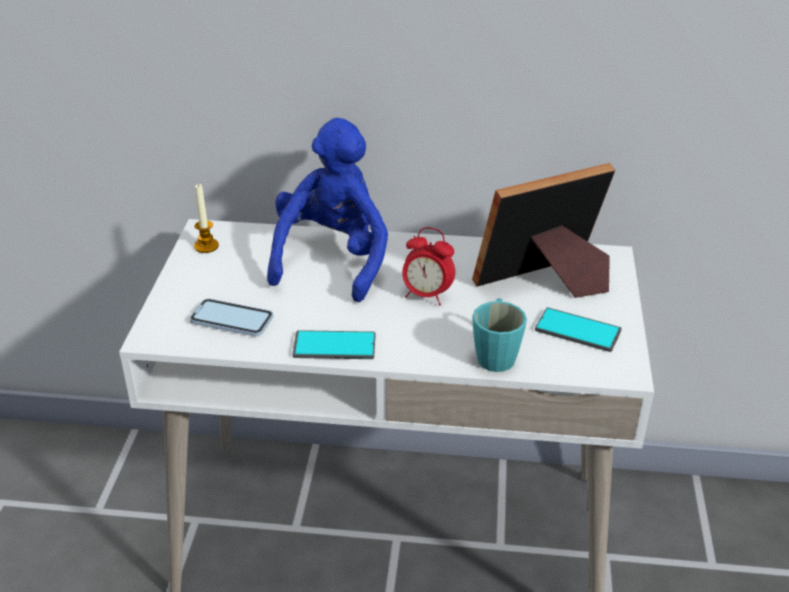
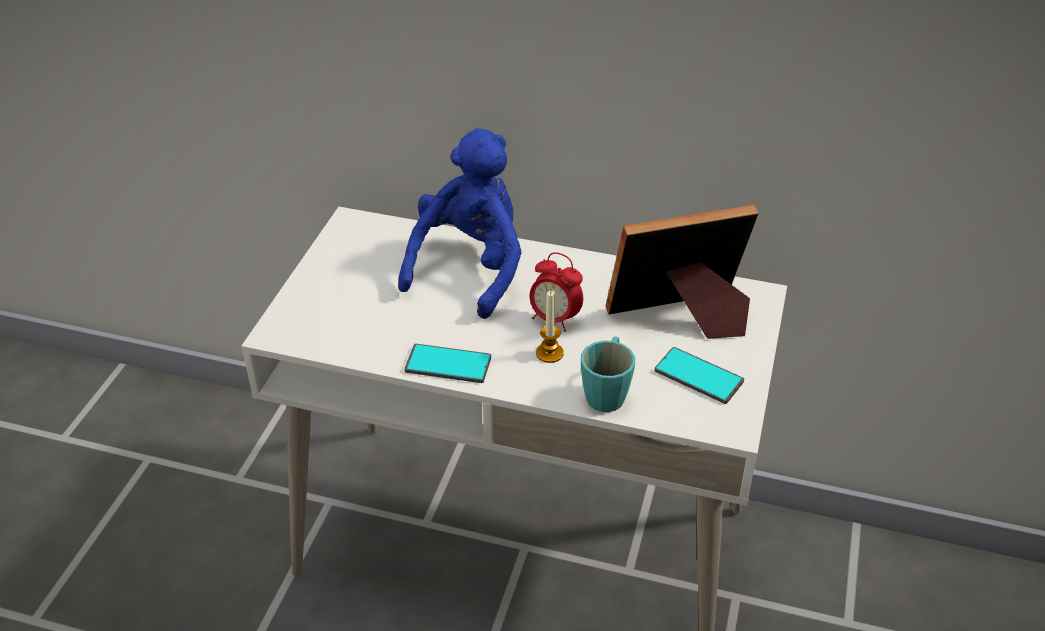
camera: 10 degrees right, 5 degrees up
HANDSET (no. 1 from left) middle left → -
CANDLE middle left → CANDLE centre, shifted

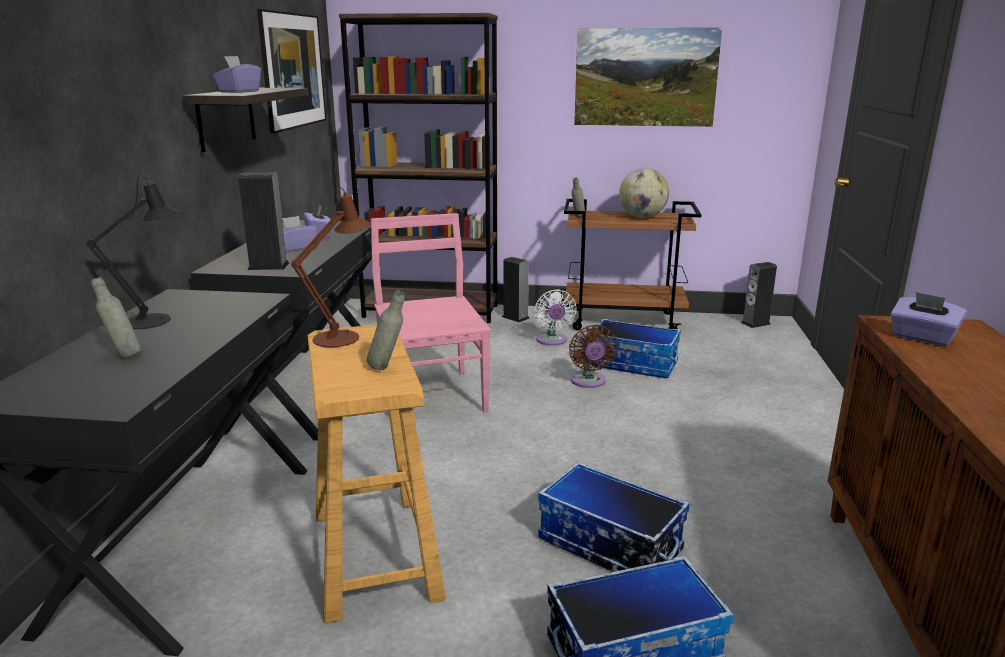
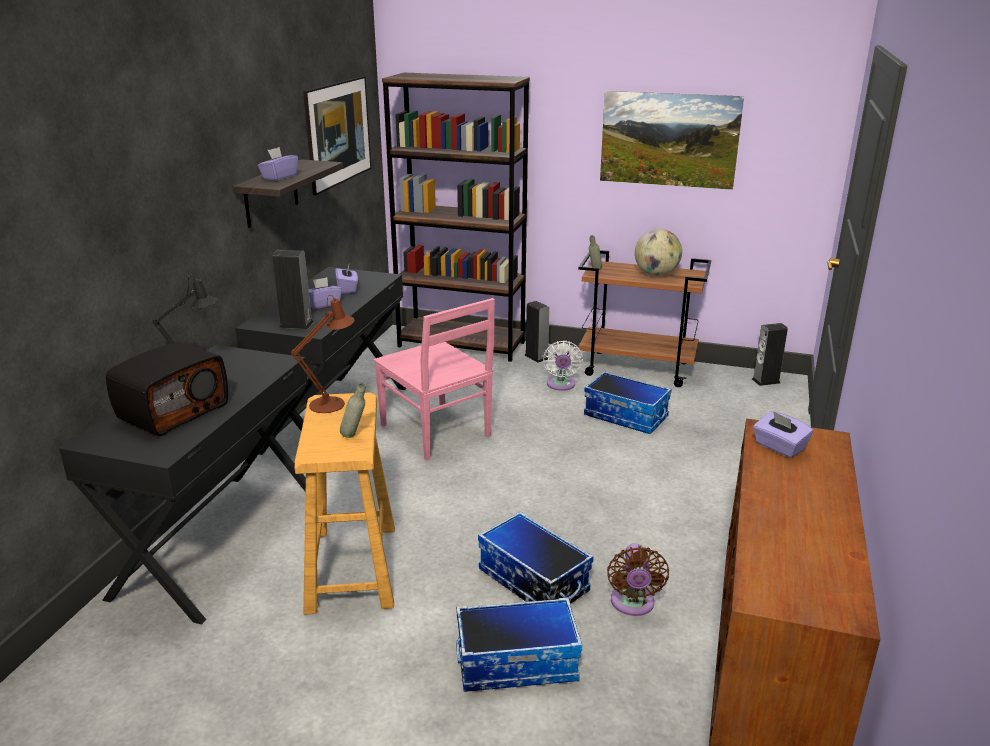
camera: 10 degrees right, 5 degrees up
GRAY DRINK BOTTLE (no. 1 from left) middle left → RADIO RECEIVER middle left
PINK PLAIN CHAIR centre, 150 degrees clockwise
BROWNISH COOLING FAN centre → BROWNISH COOLING FAN bottom centre, shifted

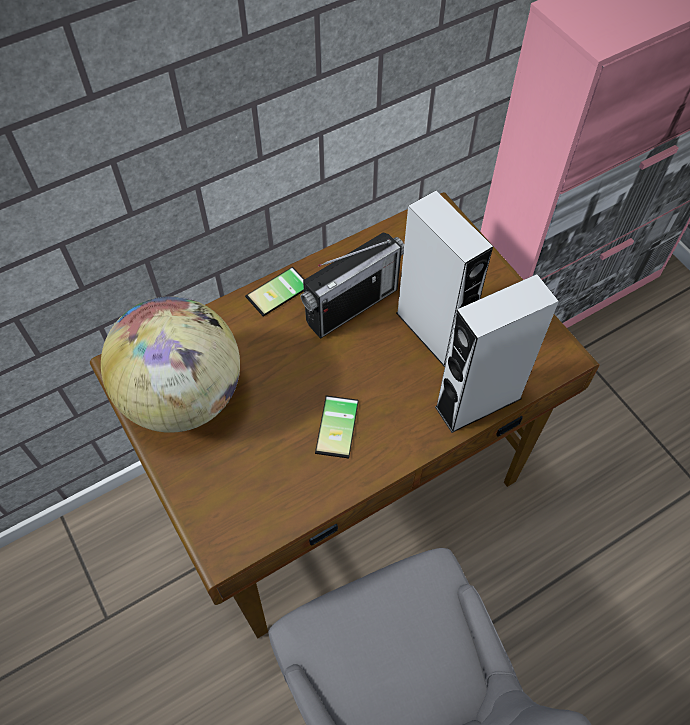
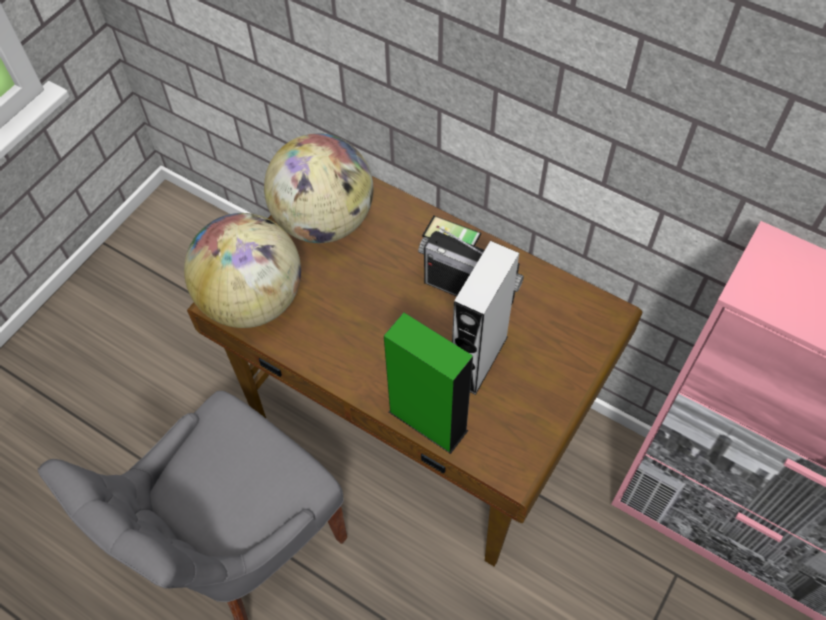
camera: 65 degrees right, 0 degrees up
HANDSET (no. 2 from left) centre → -
GRAY AUDIO SPEAKER (no. 2 from left) middle right → GREEN AUDIO SPEAKER centre
- → DESK GLOBE (no. 1 from left) middle left

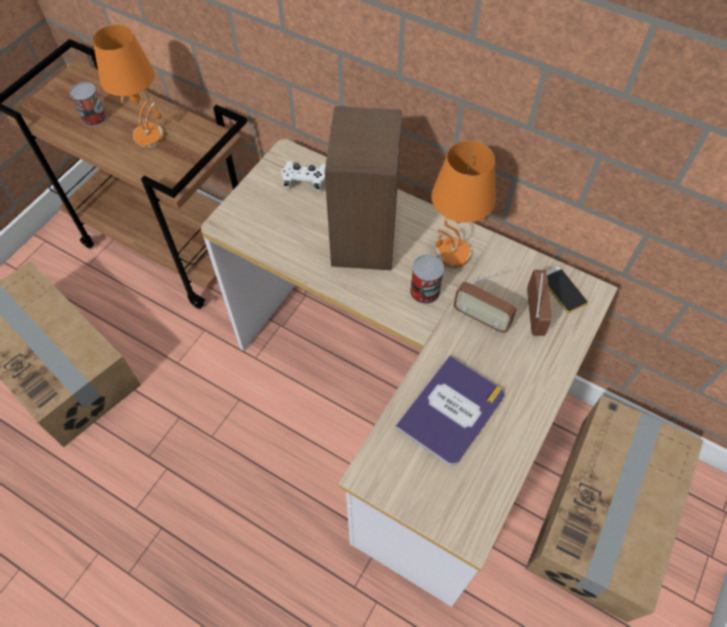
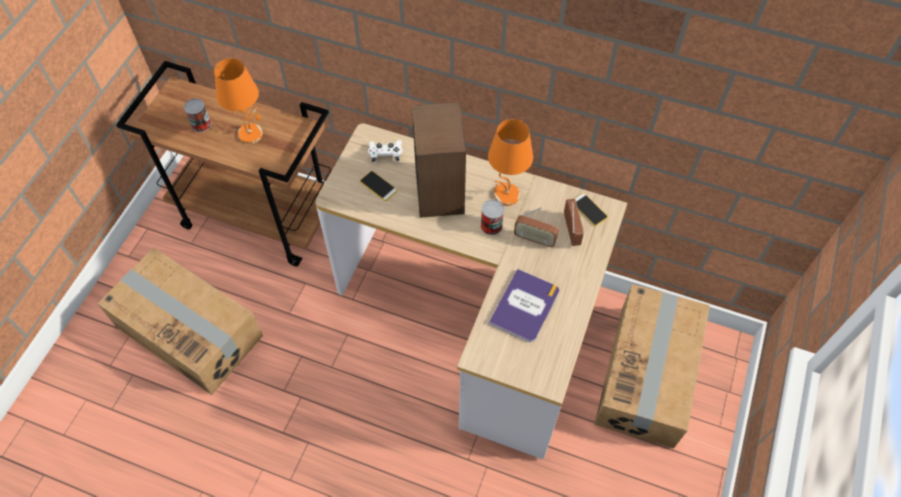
camera: 10 degrees left, 0 degrees up
- → HANDSET (no. 1 from left) centre

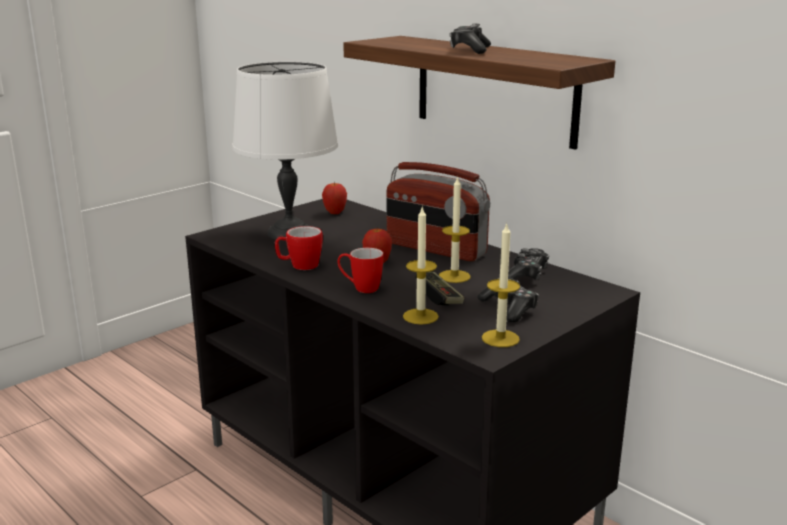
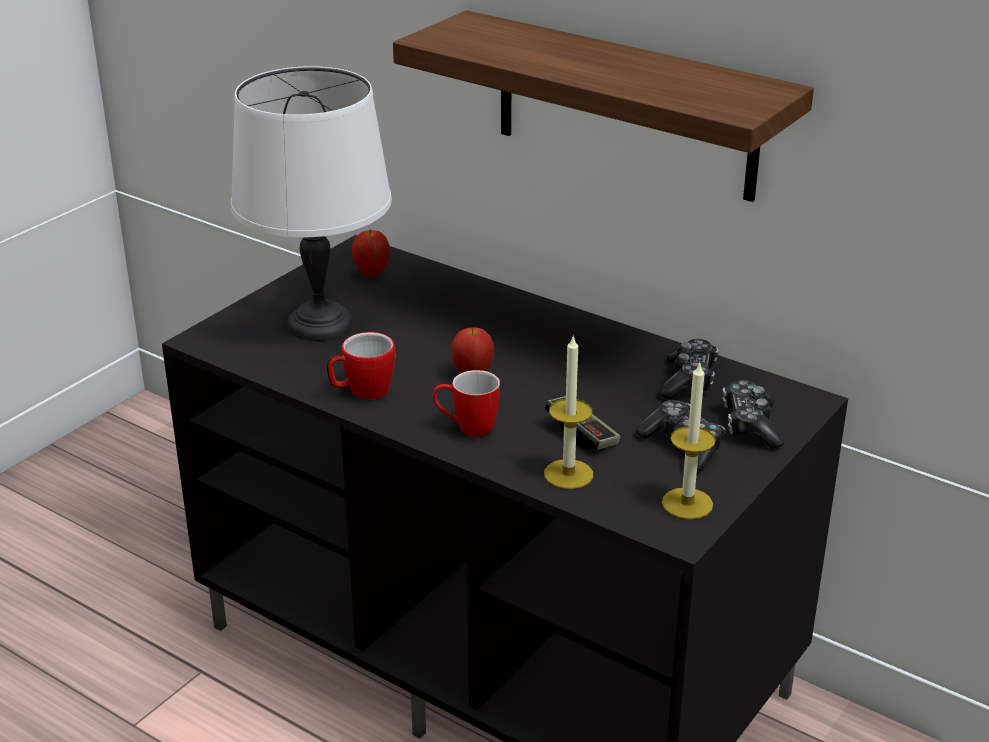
camera: 10 degrees left, 10 degrees up
RADIO RECEIVER centre → -
CANDLE (no. 2 from left) centre → -
GAME CONTROLLER (no. 2 from left in the first image) top centre → GAME CONTROLLER (no. 4 from left) middle right, shifted

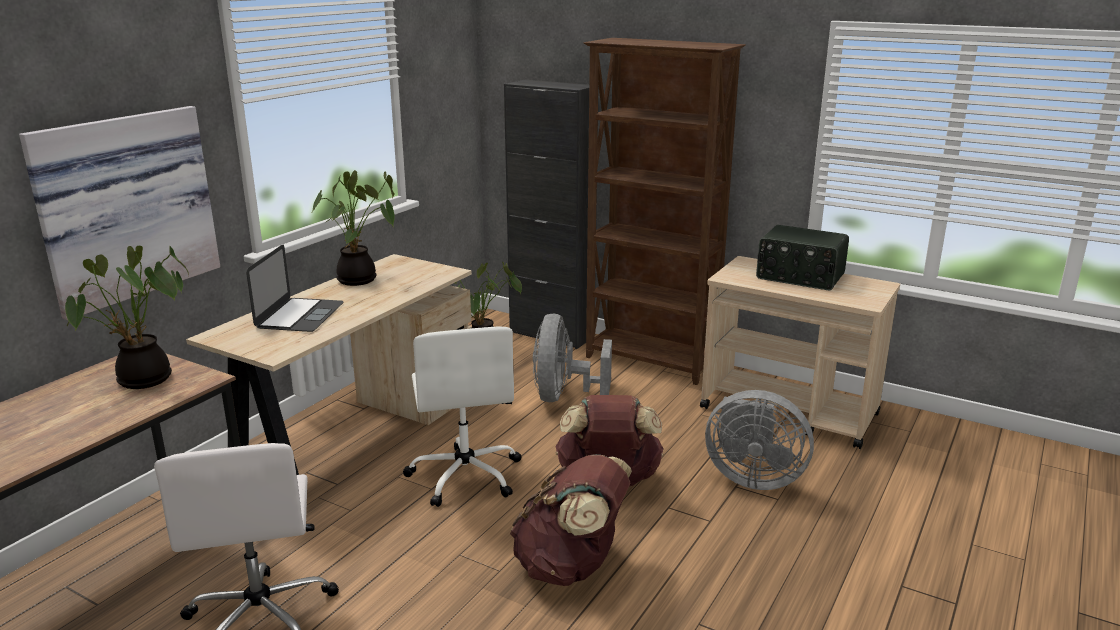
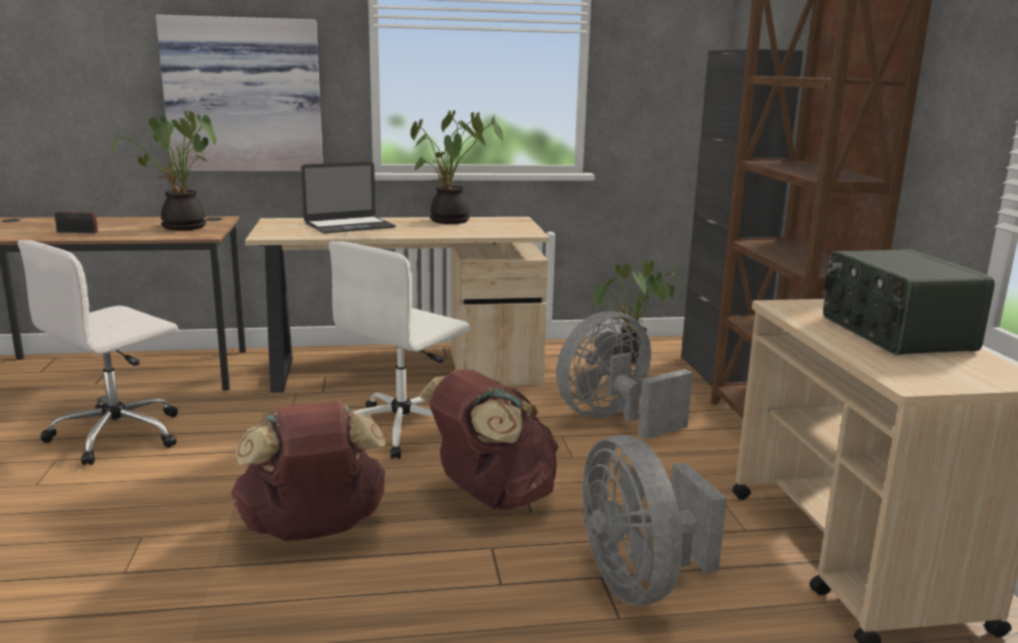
camera: 50 degrees right, 5 degrees down
- → RADIO RECEIVER (no. 1 from left) middle left

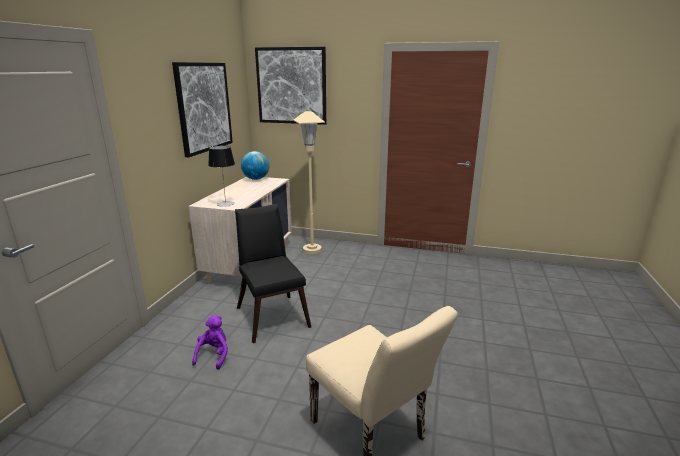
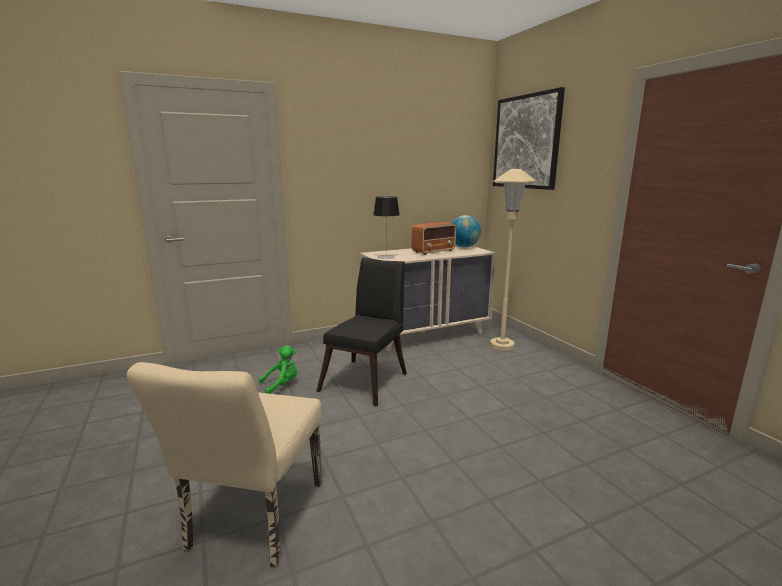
camera: 50 degrees right, 5 degrees down
WALL PICTURE (no. 1 from left) top left → -
PURPLISH CUDDLY TOY bottom left → GREEN CUDDLY TOY centre
- → RADIO RECEIVER centre

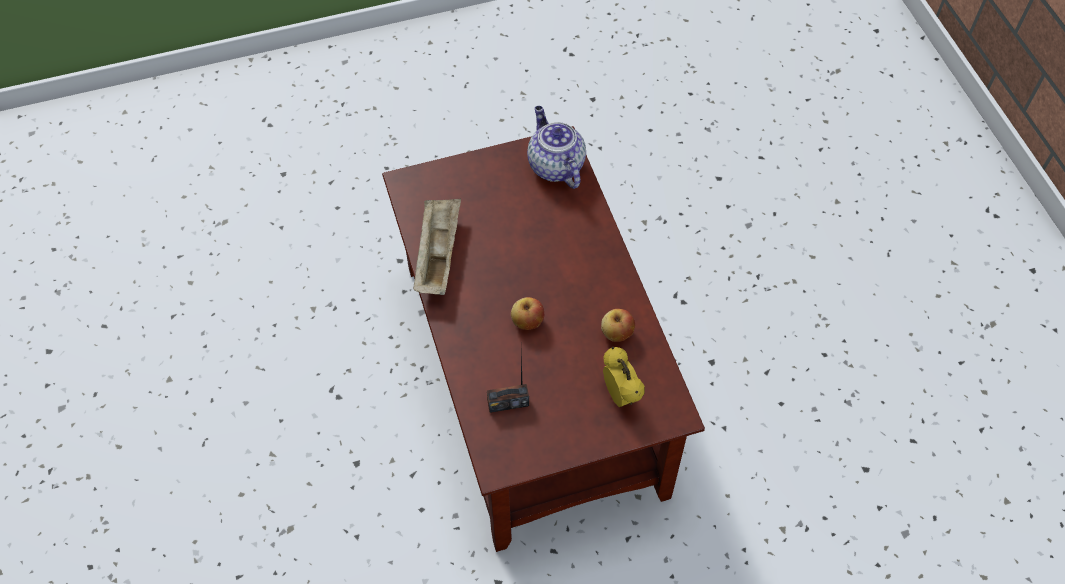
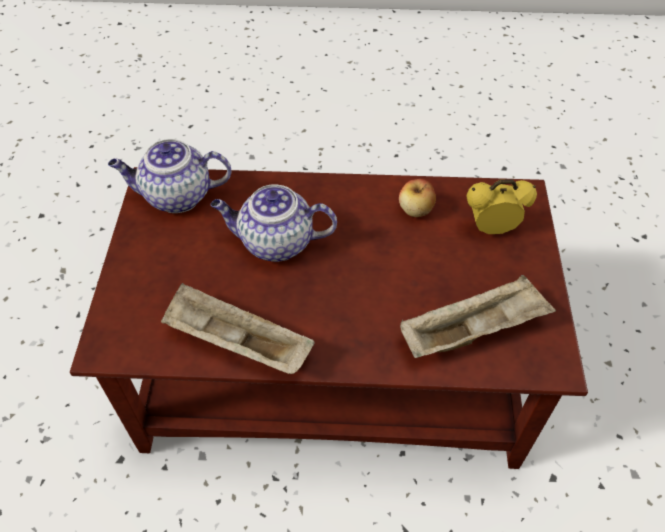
camera: 70 degrees left, 5 degrees down
RADIO RECEIVER centre → SAND-COLOURED CARRYING TRAY (no. 2 from left) middle right
WHOLE APPLE (no. 1 from left) centre → -
- → TEAPOT (no. 2 from left) centre

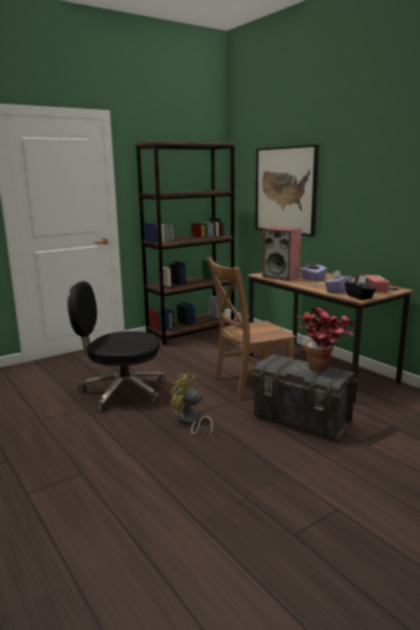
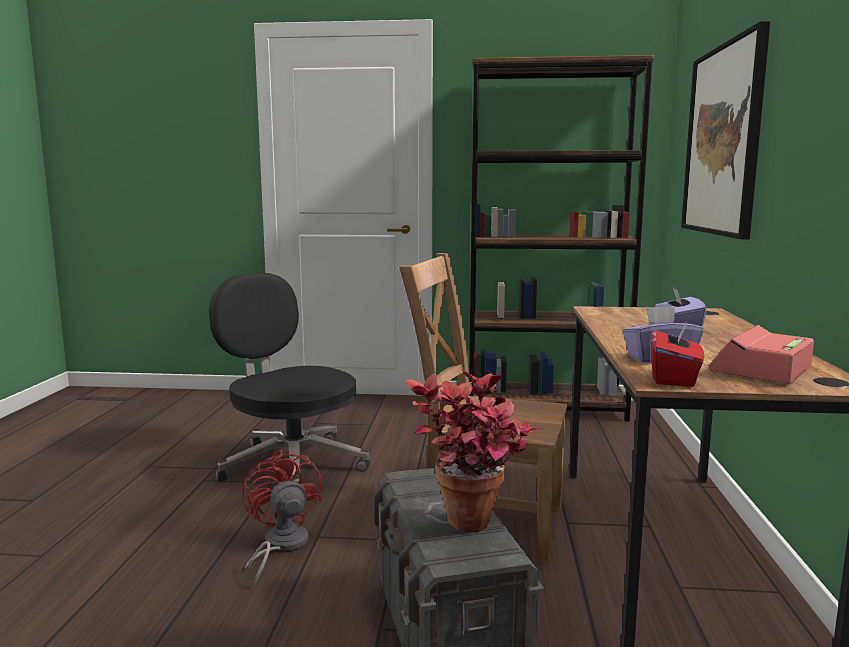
camera: 40 degrees right, 5 degrees down
YELLOWISH COOLING FAN centre → RED COOLING FAN bottom left
AUDIO SPEAKER middle right → -
BLACK BOX OF TISSUES middle right → RED BOX OF TISSUES middle right

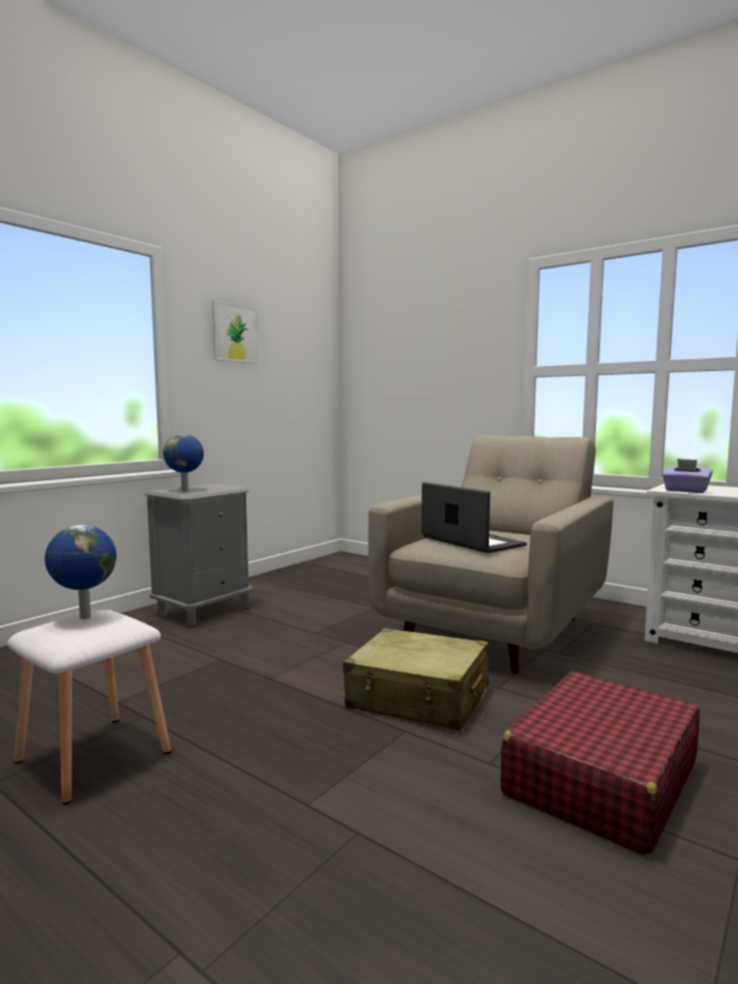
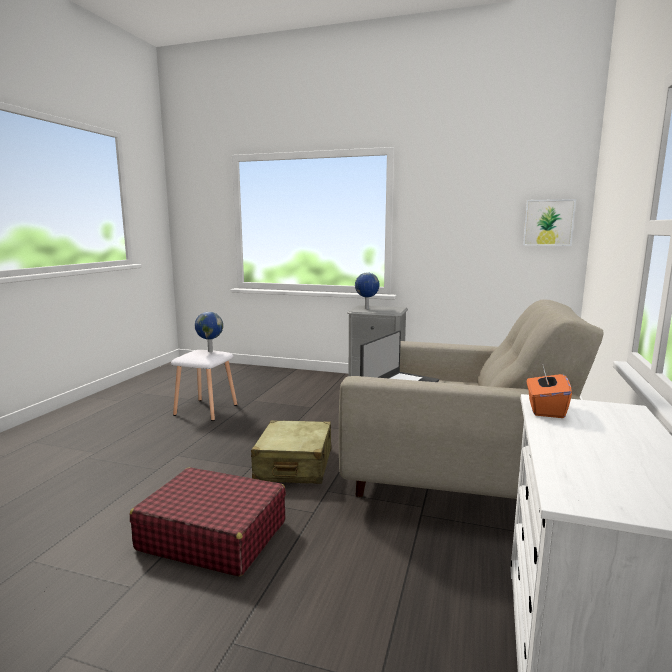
camera: 70 degrees right, 5 degrees up
WALL PICTURE middle left → WALL PICTURE top right, shifted
PURPLISH BOX OF TISSUES middle right → ORANGE-COLOURED BOX OF TISSUES middle right

